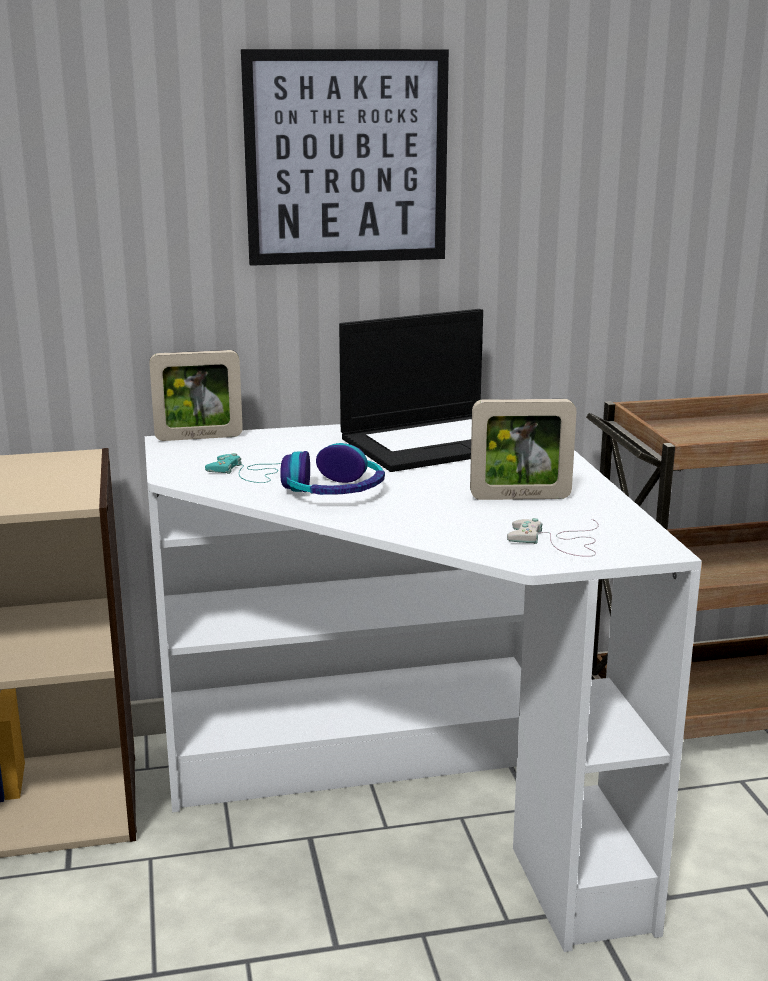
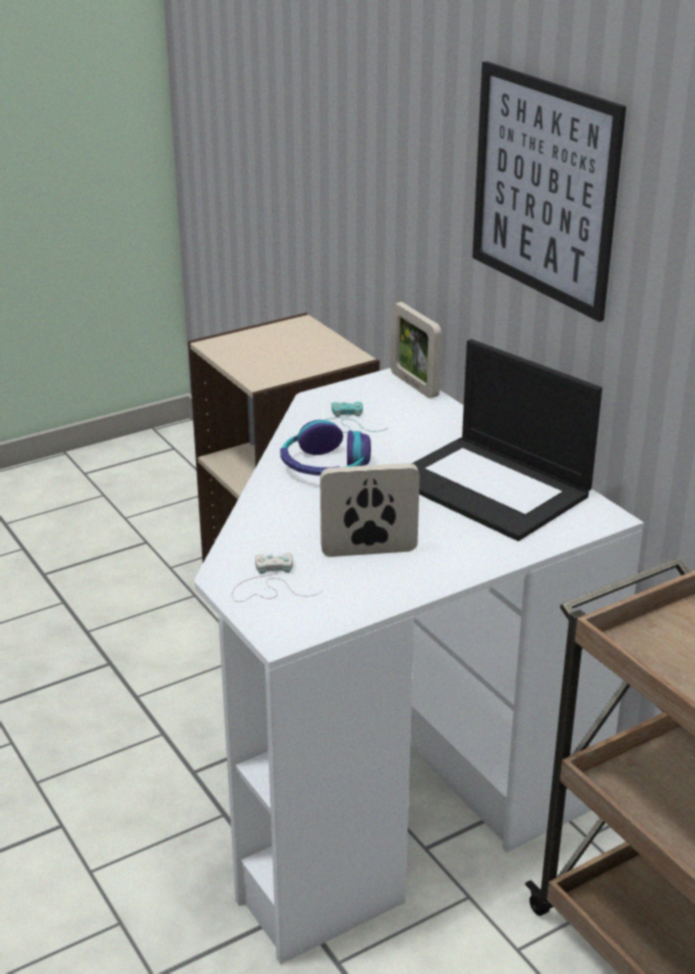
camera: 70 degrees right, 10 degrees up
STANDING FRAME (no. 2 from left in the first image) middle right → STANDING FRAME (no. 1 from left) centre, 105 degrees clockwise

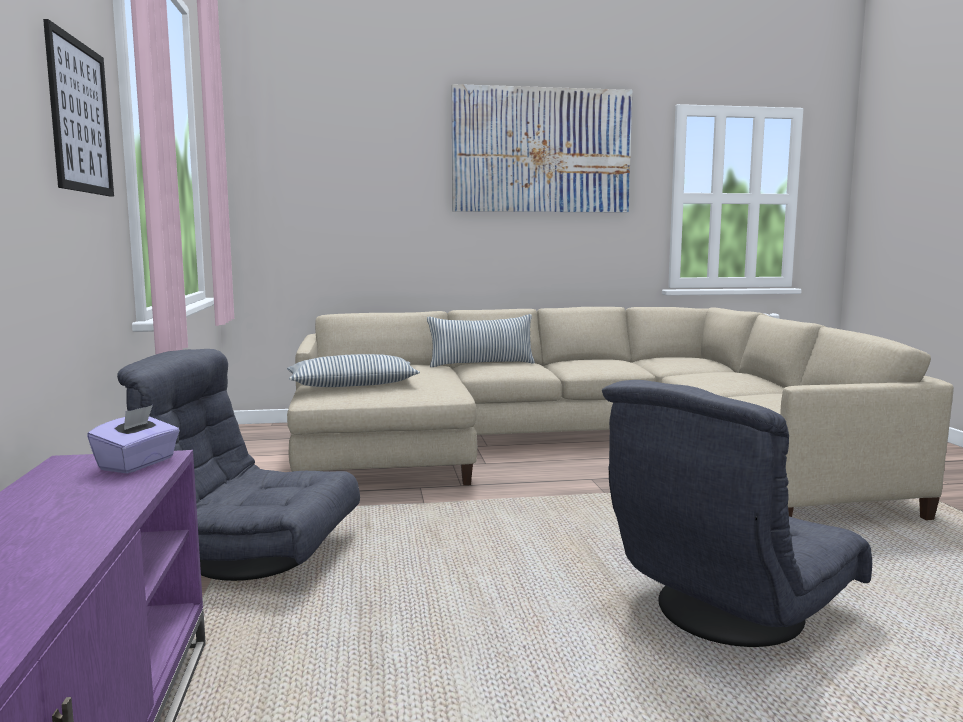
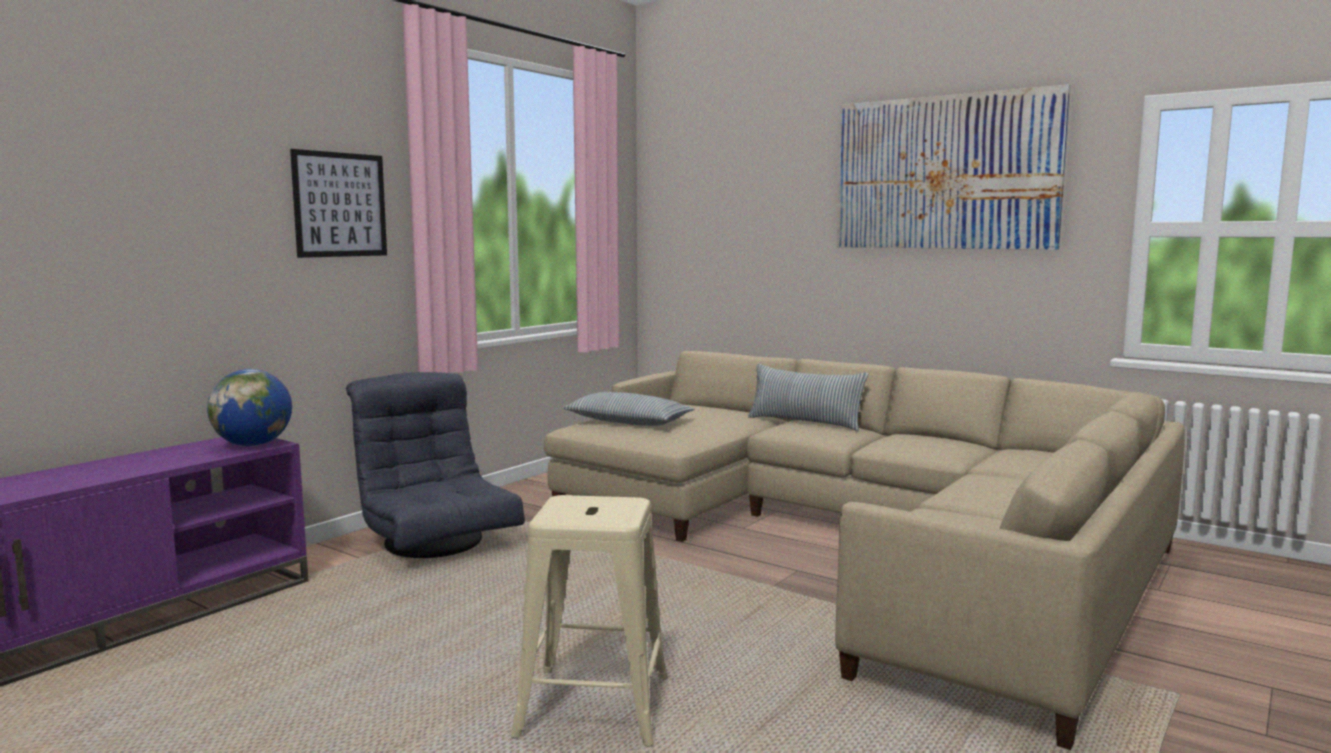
camera: 45 degrees right, 0 degrees up
PURPLISH BOX OF TISSUES middle left → DESK GLOBE middle left
GRAY LOUNGE CHAIR (no. 2 from left) bottom right → SAND-COLOURED SITTING STOOL bottom centre

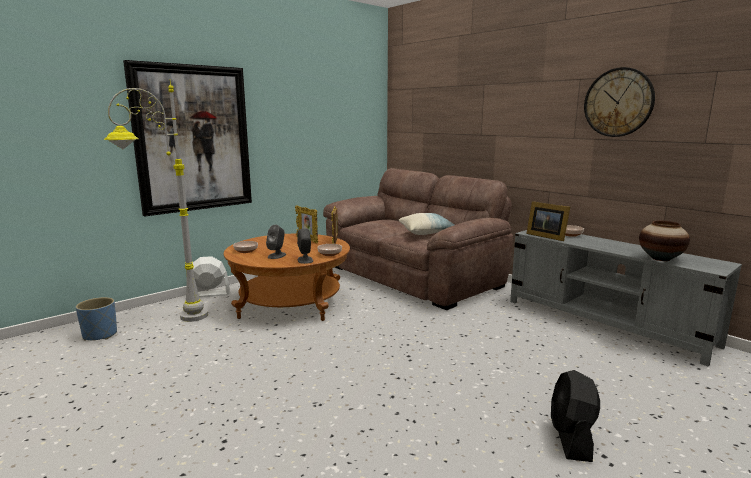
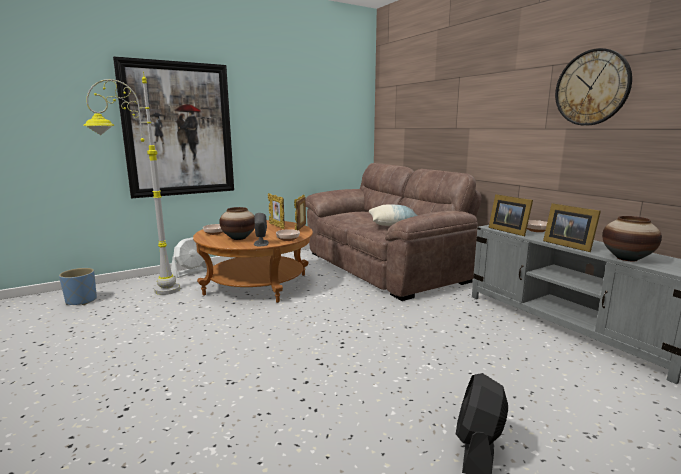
camera: 10 degrees right, 0 degrees up
WHITE-COLOURED COOLING FAN middle left, 135 degrees clockwise
GRAY AUDIO SPEAKER (no. 1 from left) centre → FLOWER VASE (no. 1 from left) centre
- → STANDING FRAME (no. 4 from left) middle right

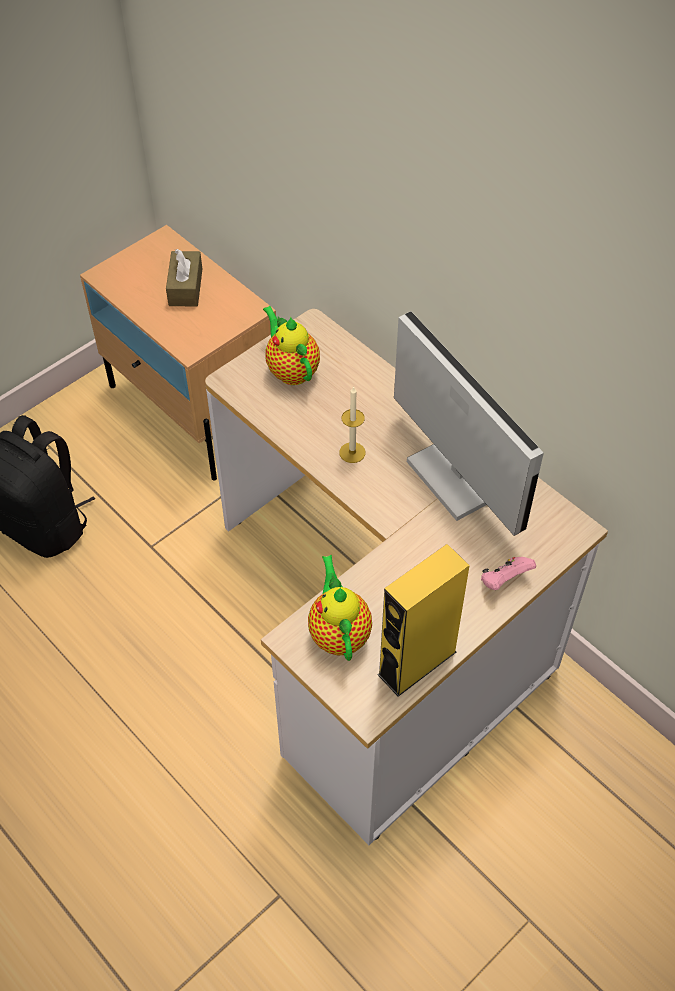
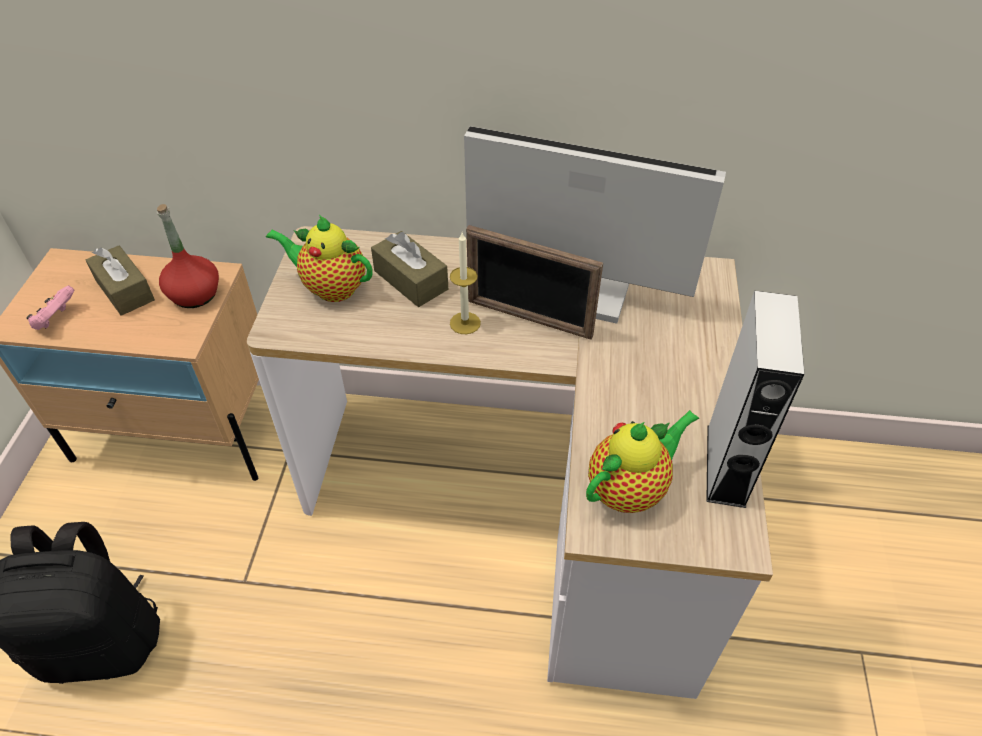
camera: 40 degrees left, 5 degrees down
TEAPOT (no. 2 from left) centre, 105 degrees clockwise
YELLOWISH AUDIO SPEAKER centre → GRAY AUDIO SPEAKER middle right
PINK GAME CONTROLLER middle right → PINK GAME CONTROLLER middle left, shifted
- → RED DRINK BOTTLE middle left
- → BROWNISH BOX OF TISSUES (no. 2 from left) centre
- → STANDING FRAME centre

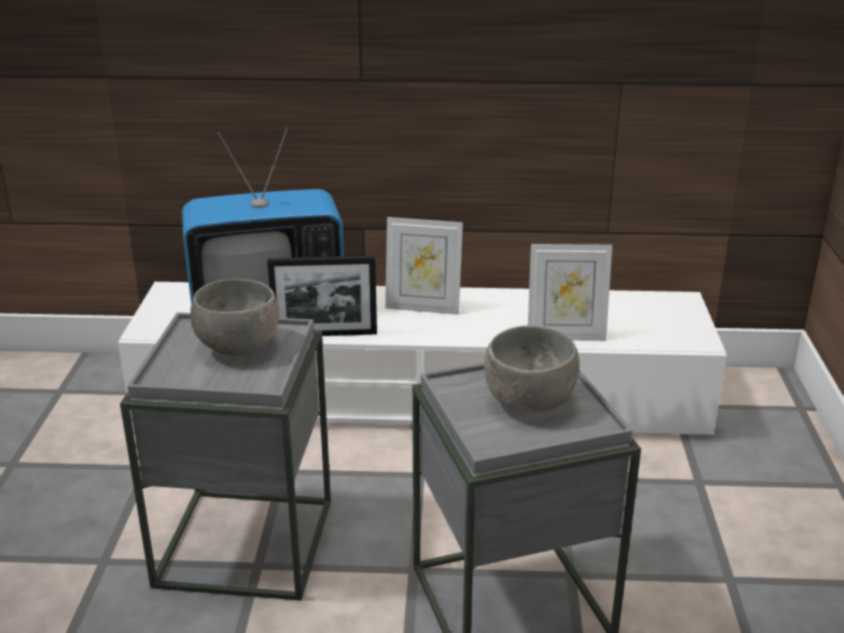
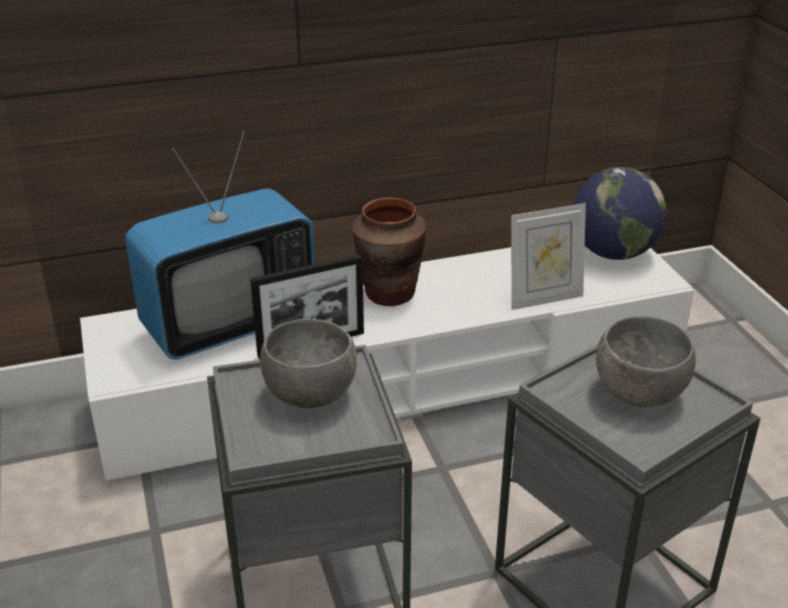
camera: 20 degrees left, 5 degrees up
STANDING FRAME (no. 2 from left) centre → BROWNISH FLOWER VASE centre
- → DESK GLOBE middle right

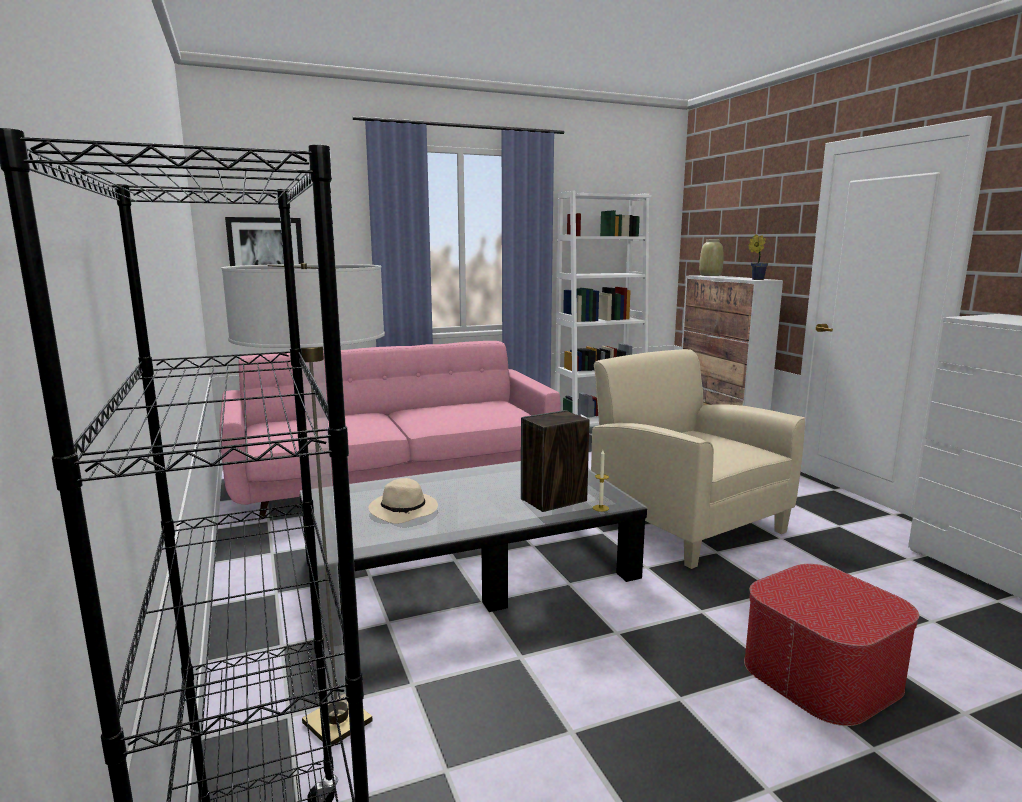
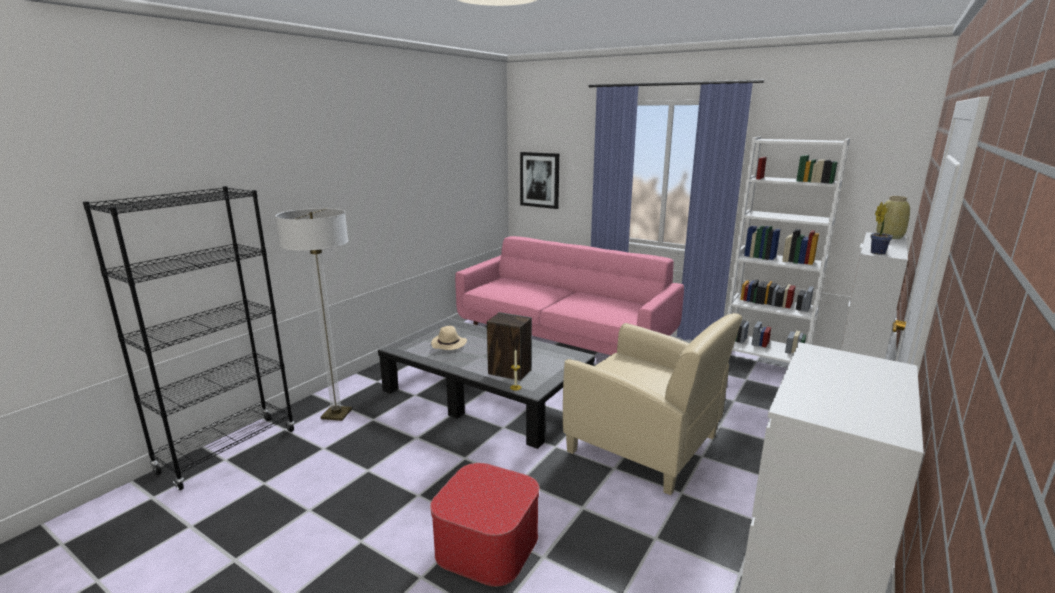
camera: 55 degrees right, 5 degrees up
SAND-COLOURED LOUNGE CHAIR middle right → SAND-COLOURED LOUNGE CHAIR bottom centre, 105 degrees clockwise

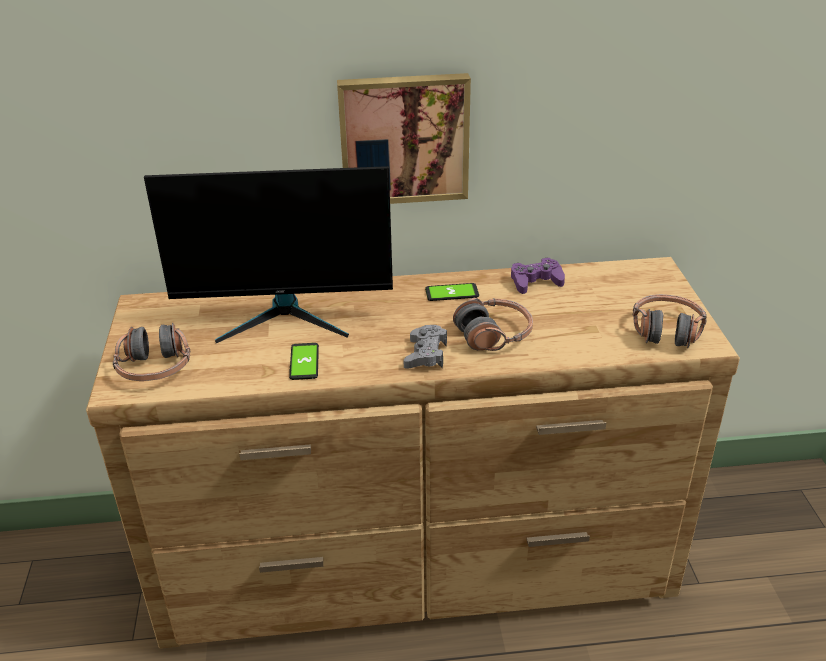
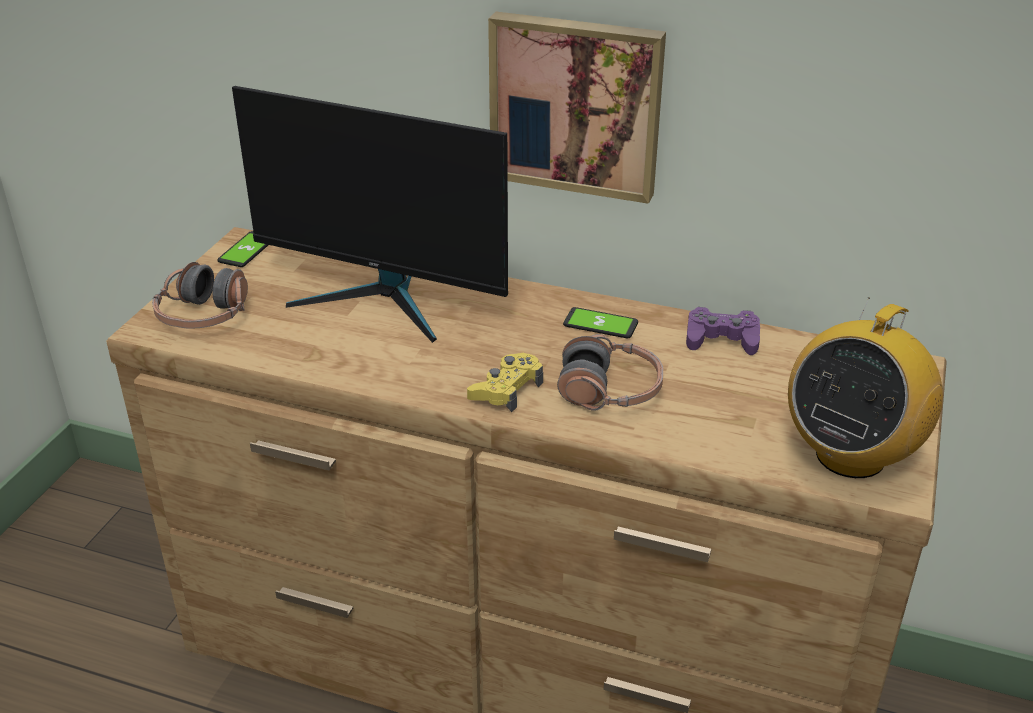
camera: 25 degrees right, 0 degrees up
HANDSET (no. 1 from left) centre → HANDSET (no. 1 from left) middle left, shifted
GRAY GAME CONTROLLER centre → YELLOWISH GAME CONTROLLER centre
PAIR OF HEADPHONES (no. 3 from left) middle right → RADIO RECEIVER middle right

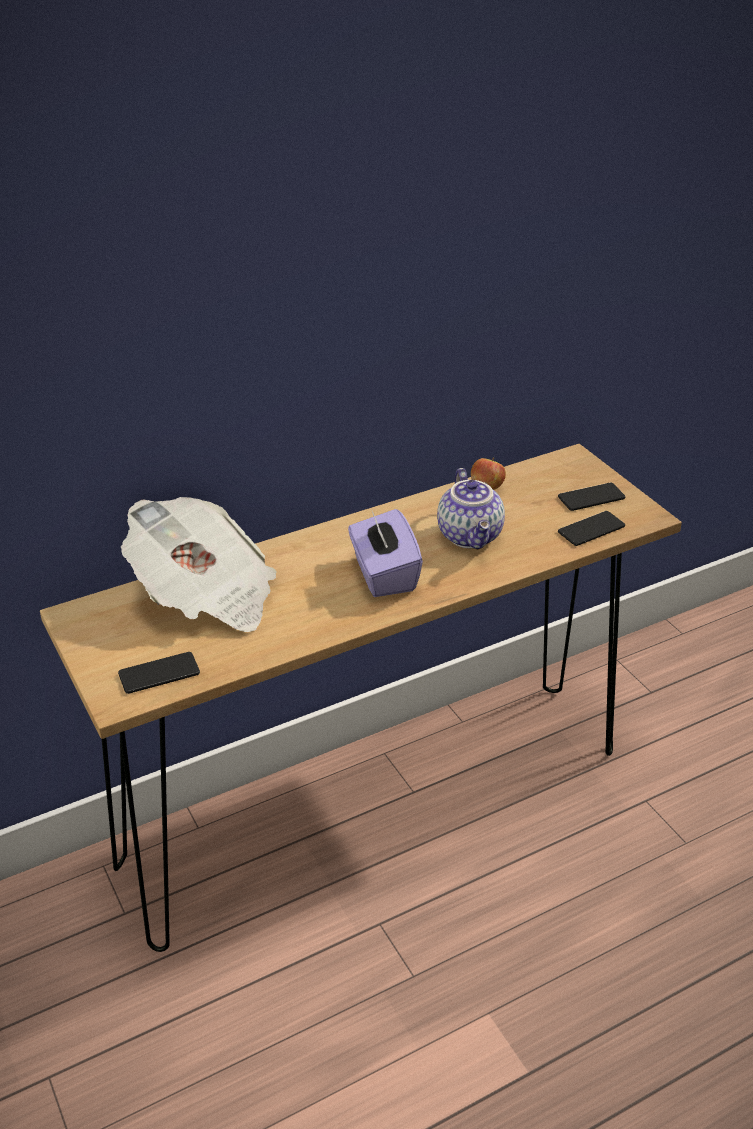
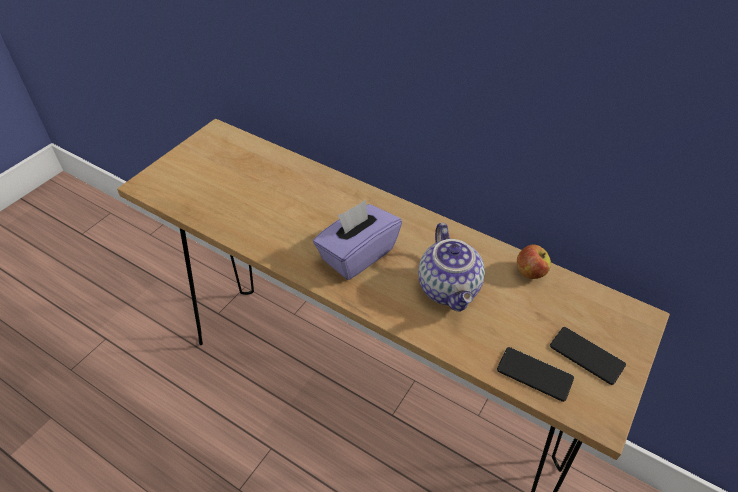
camera: 60 degrees right, 10 degrees up
HANDSET (no. 1 from left) middle left → -
DAILY PAPER middle left → -
TEAPOT centre, 60 degrees counterclockwise

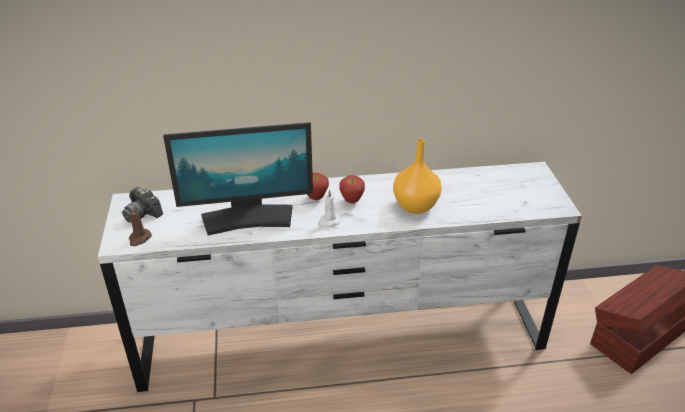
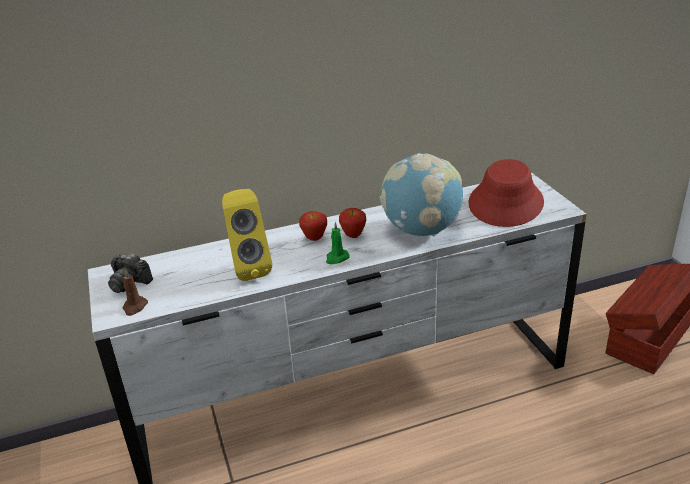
camera: 10 degrees left, 5 degrees down
COMPUTER DISPLAY centre → YELLOWISH AUDIO SPEAKER centre
WHITE-COLOURED CANDLE centre → GREEN CANDLE centre
ORANGE-COLOURED FLOWER VASE centre → DESK GLOBE centre
- → RED WEARABLE HAT middle right

